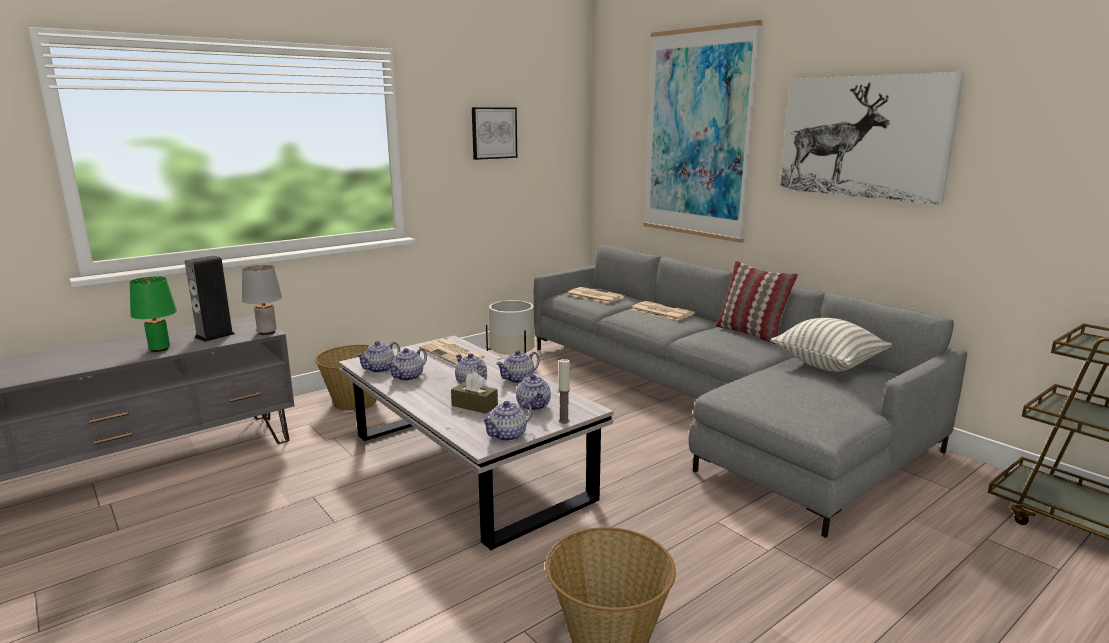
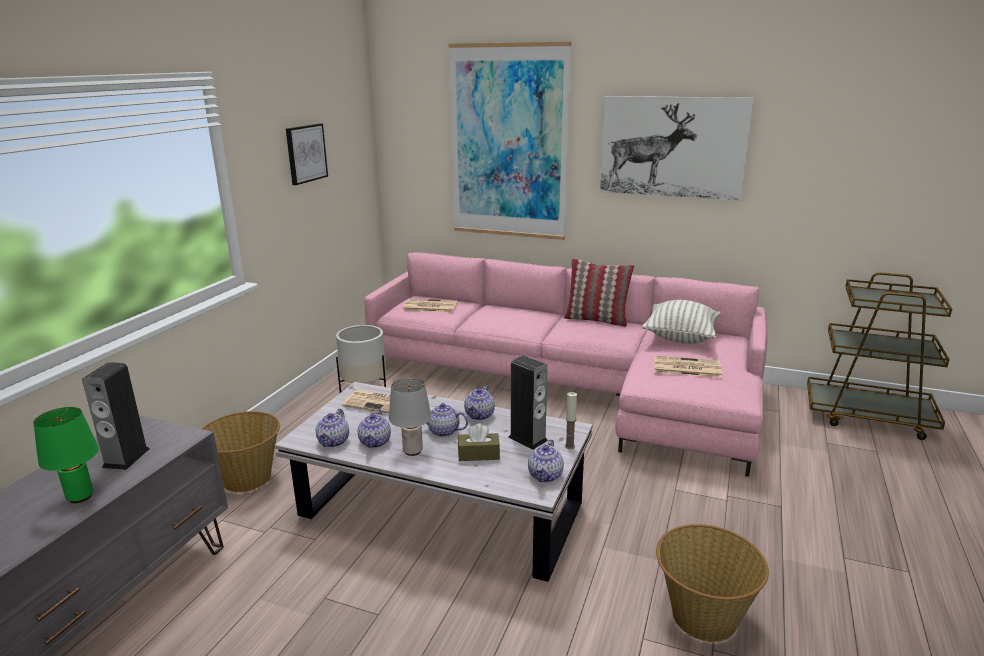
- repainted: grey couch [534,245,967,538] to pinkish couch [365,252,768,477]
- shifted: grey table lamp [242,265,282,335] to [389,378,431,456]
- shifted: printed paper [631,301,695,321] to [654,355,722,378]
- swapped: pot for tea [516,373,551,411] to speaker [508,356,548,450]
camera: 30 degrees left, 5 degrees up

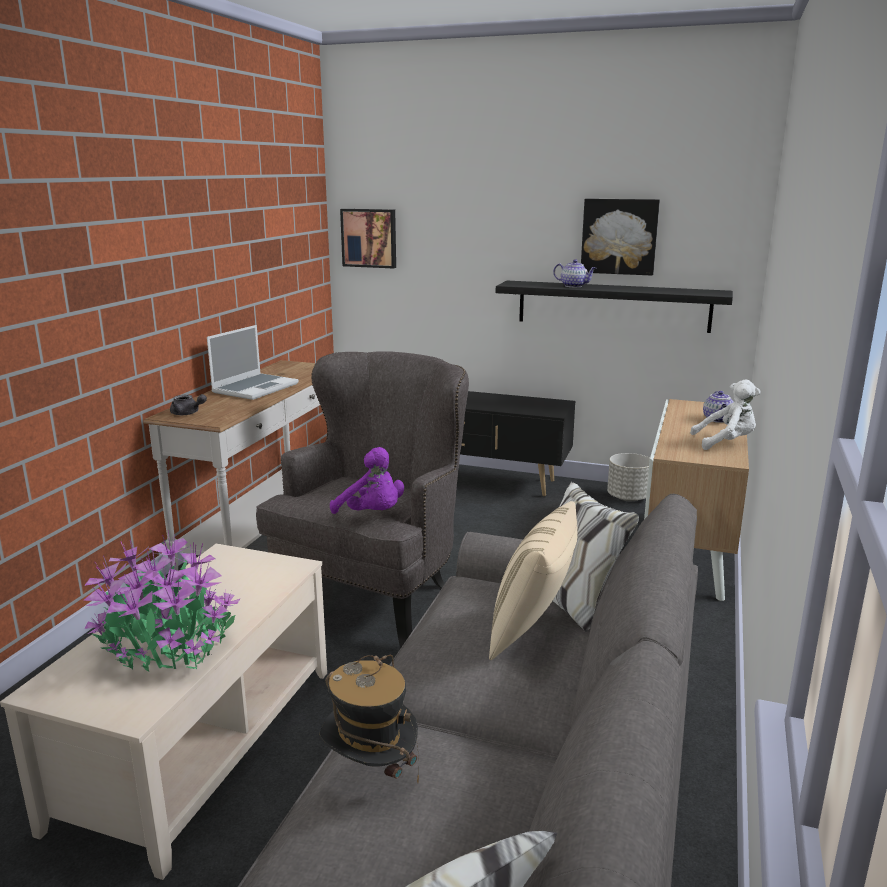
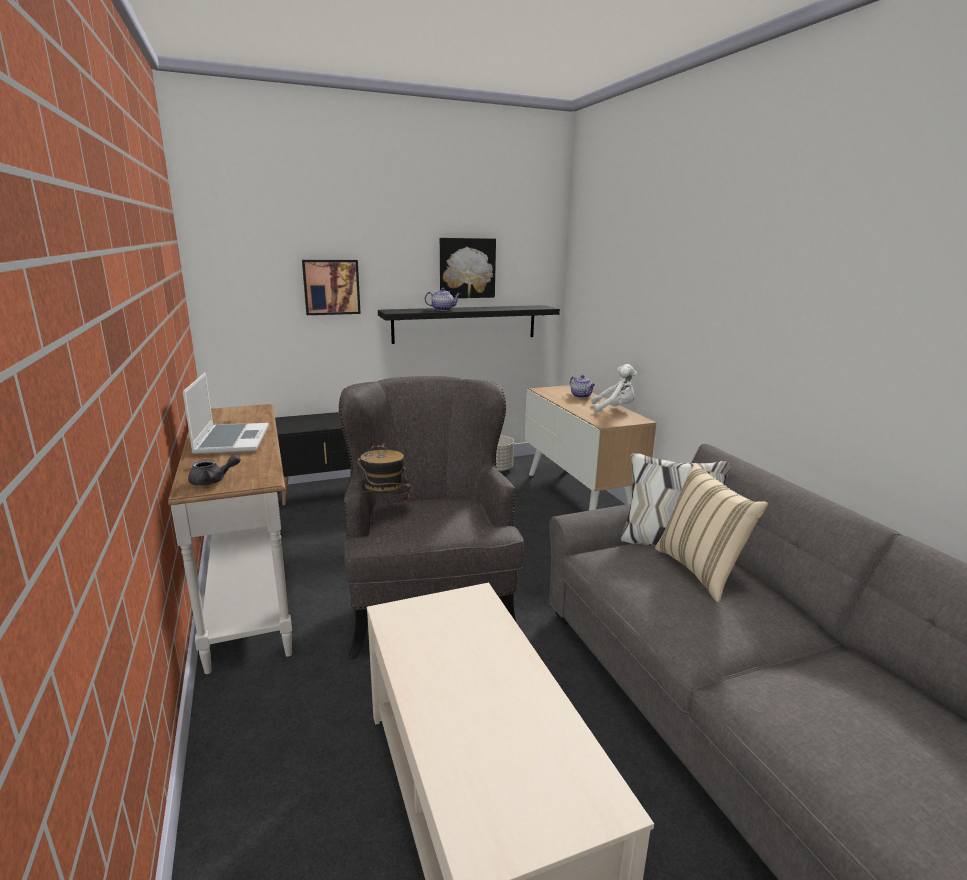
- shifted: wall art [340,209,396,268] to [302,260,361,315]
- rotated: white plush toy [690,380,761,450] = [591,364,637,413] 45 degrees clockwise
- gone: purplish plush toy [330,447,404,514]
- gone: potted plant [83,533,241,672]
- shifted: wearable hat [319,655,419,783] to [357,443,413,507]
camera: 40 degrees left, 0 degrees up

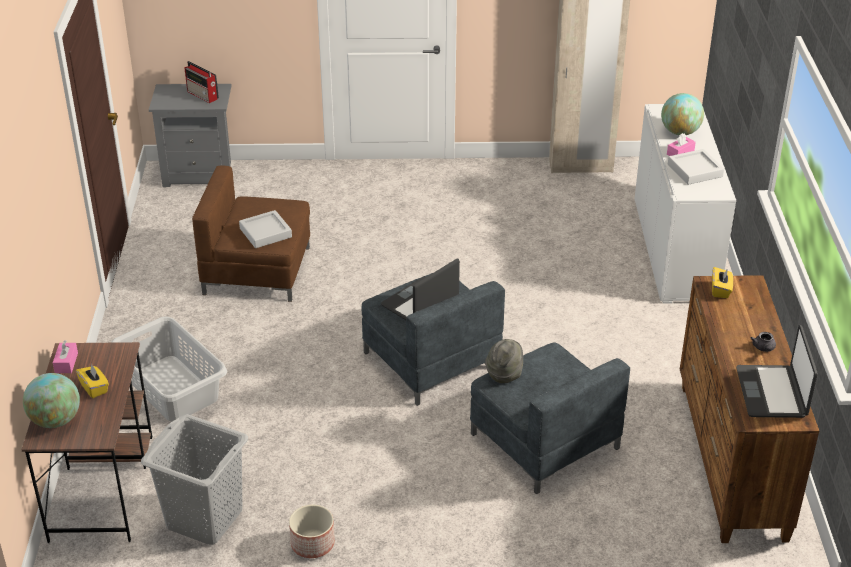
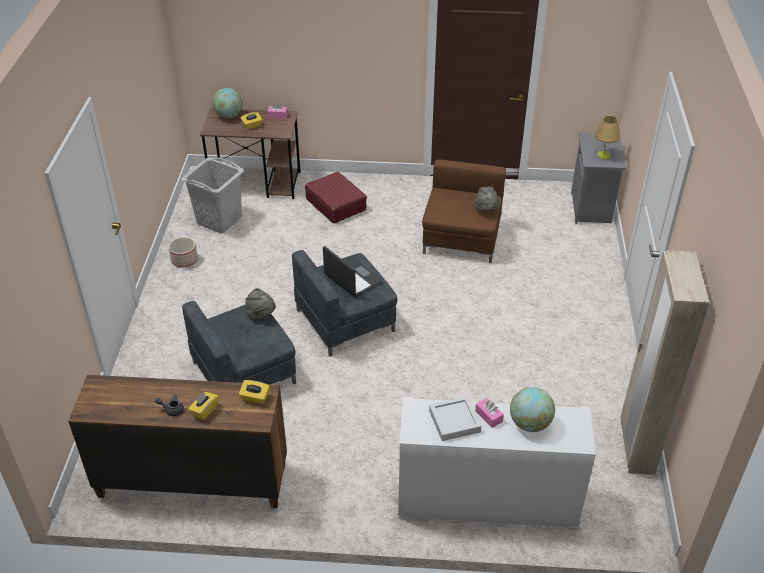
- swapped: radio receiver [185,61,219,103] to table lamp [595,116,620,159]
- gone: grey tray [239,210,292,248]
- swapped: grey laundry basket [111,317,227,422] to reddish piece of luggage [305,172,367,223]
- gone: laptop [736,325,818,418]
- new: grey wearable hat [474,186,499,210]
- new: yellow-coloured box of tissues [188,392,218,420]
camera: 95 degrees right, 5 degrees up

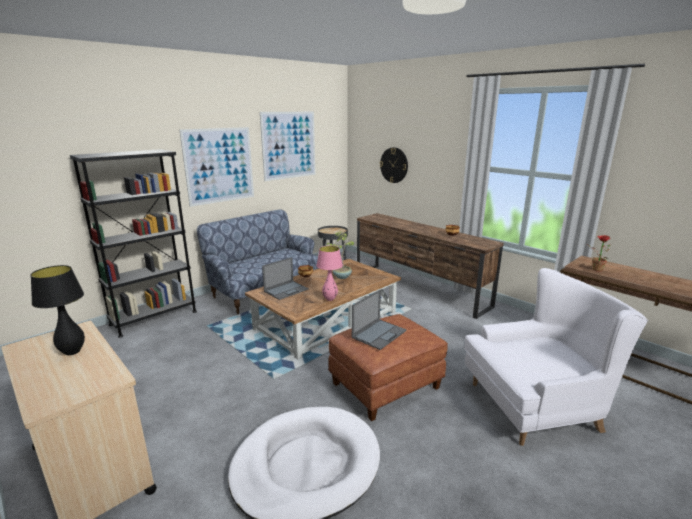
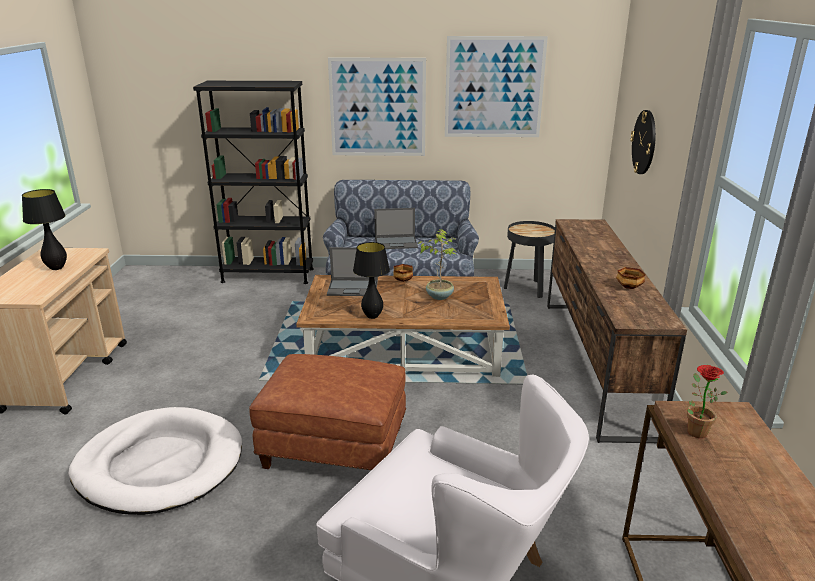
- repainted: pinkish table lamp [316,246,343,301] to black table lamp [353,242,390,319]
- shifted: laptop [352,290,407,350] to [374,208,418,249]
camera: 45 degrees right, 5 degrees up

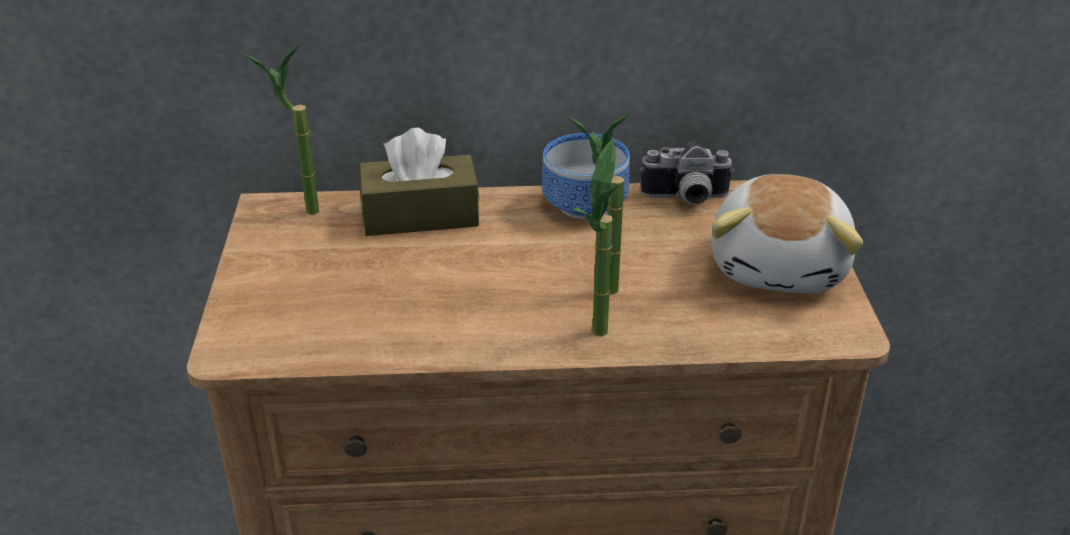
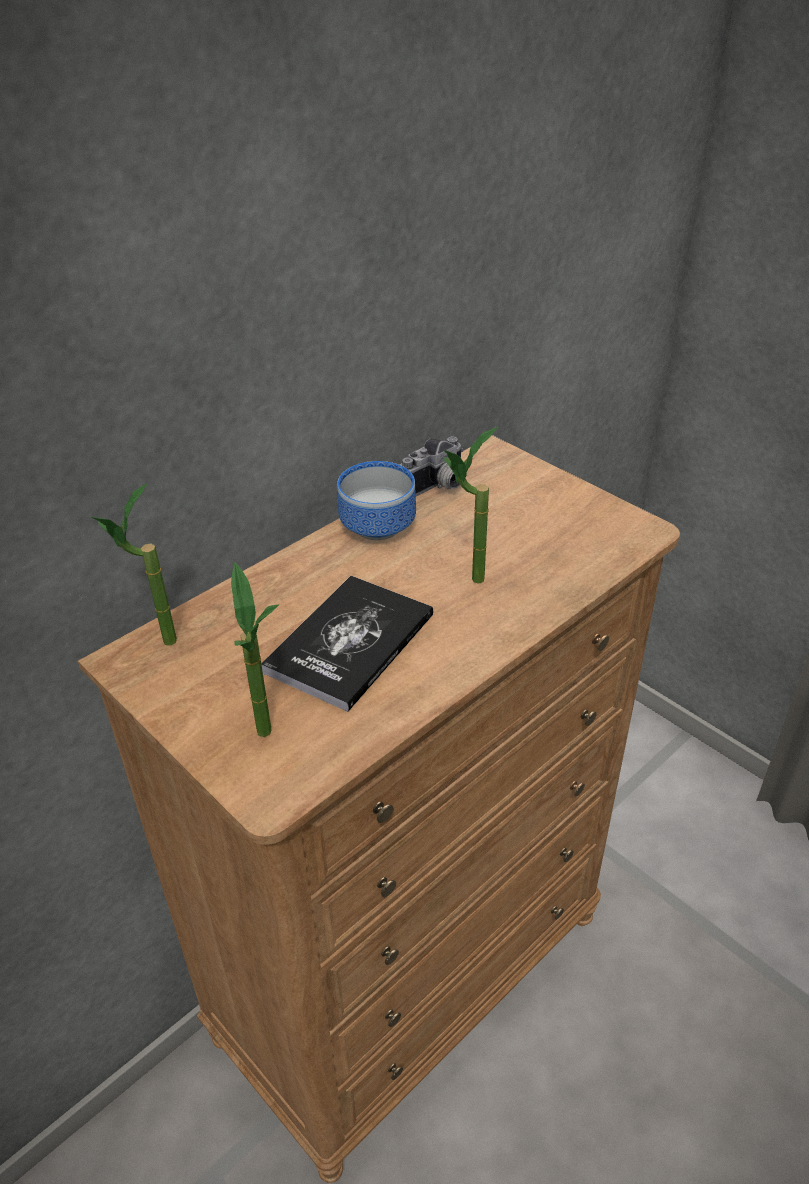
- gone: brown box of tissues [359,128,479,236]
- shifted: potted plant [572,138,619,336] to [231,562,279,737]
- gone: plush toy [712,174,863,293]
- new: book [261,576,433,712]
camera: 40 degrees left, 5 degrees up

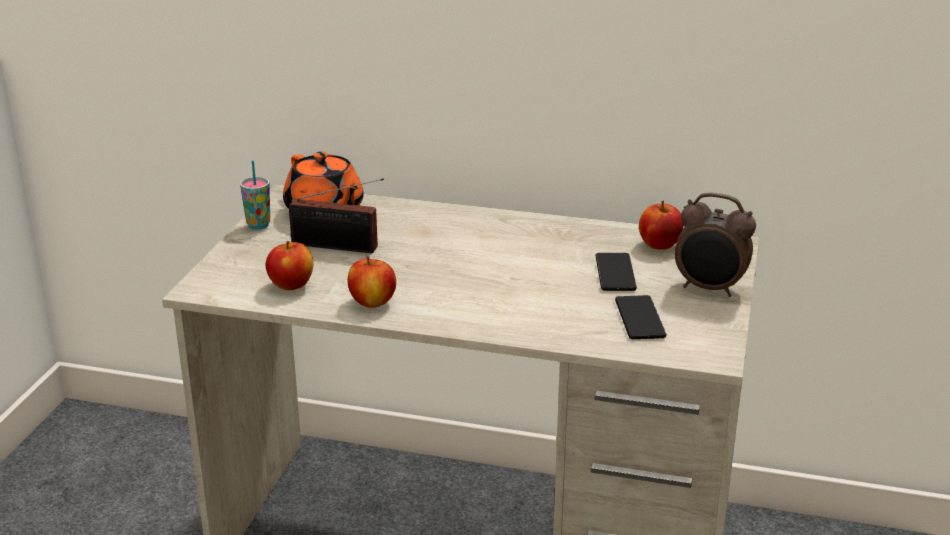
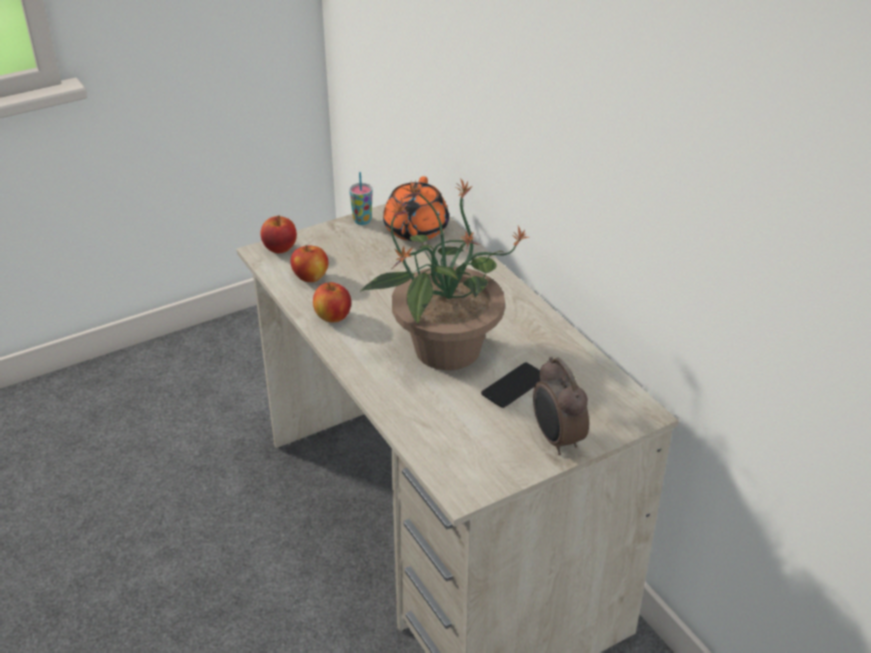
- gone: radio receiver [289,178,384,253]
- shifted: whole apple [639,200,683,250] to [261,216,297,253]
- gone: telephone [615,295,667,339]
- new: potted plant [360,178,528,370]
camera: 45 degrees right, 10 degrees up

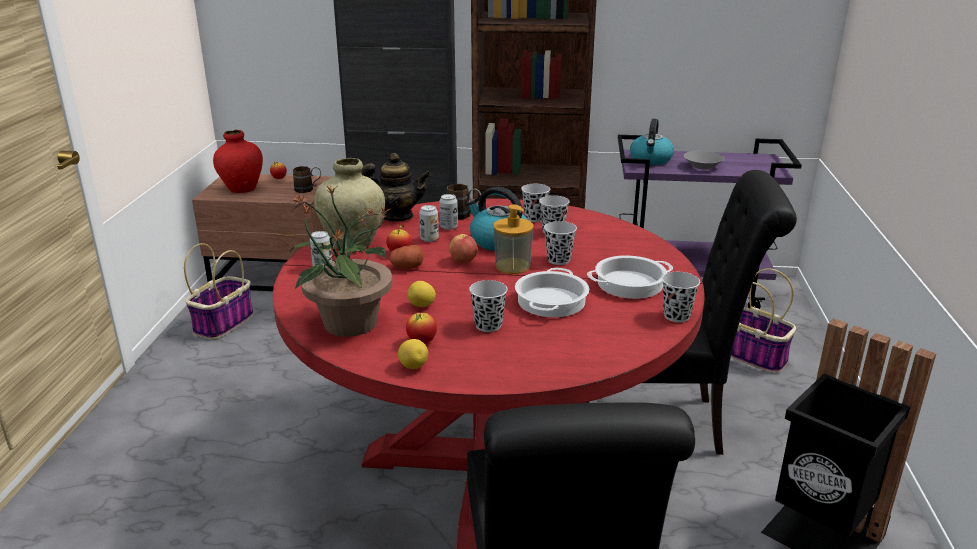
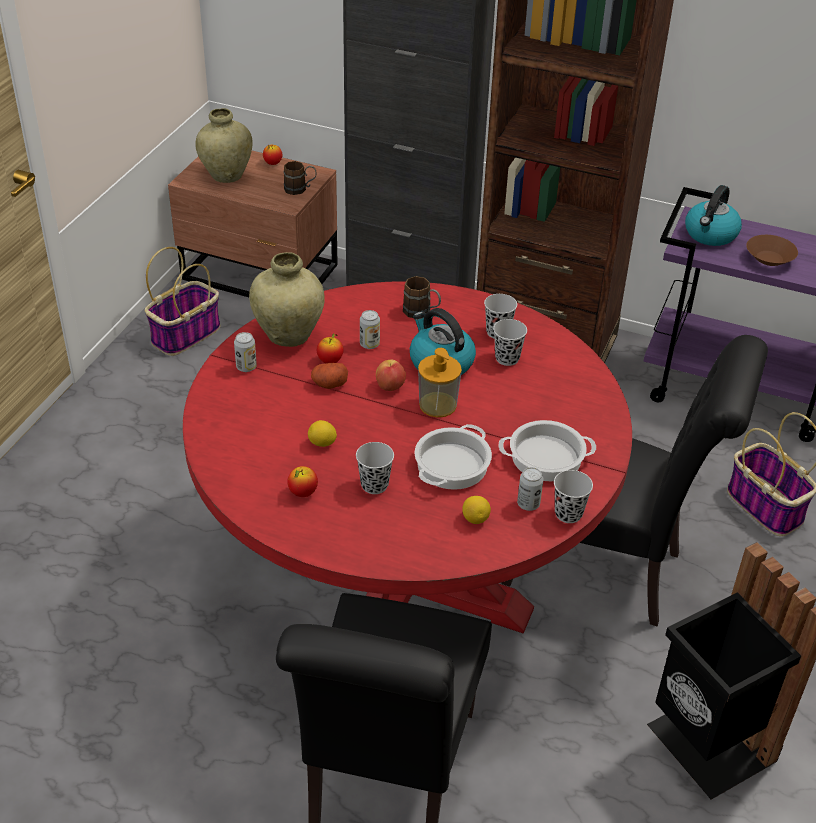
- repainted: reddish flower vase [213,130,263,193] to beige-coloured flower vase [195,108,253,183]
- repainted: grey deep dish [684,151,724,169] to brown deep dish [746,235,798,266]
- gone: pot for tea [362,153,431,221]
- gone: potted plant [290,184,393,337]
- shifted: sealed can [439,194,458,230] to [517,467,544,511]
- gone: black cup [544,221,577,265]
- shifted: citrus fruit [398,339,428,369] to [462,496,491,524]
camera: 15 degrees right, 15 degrees up

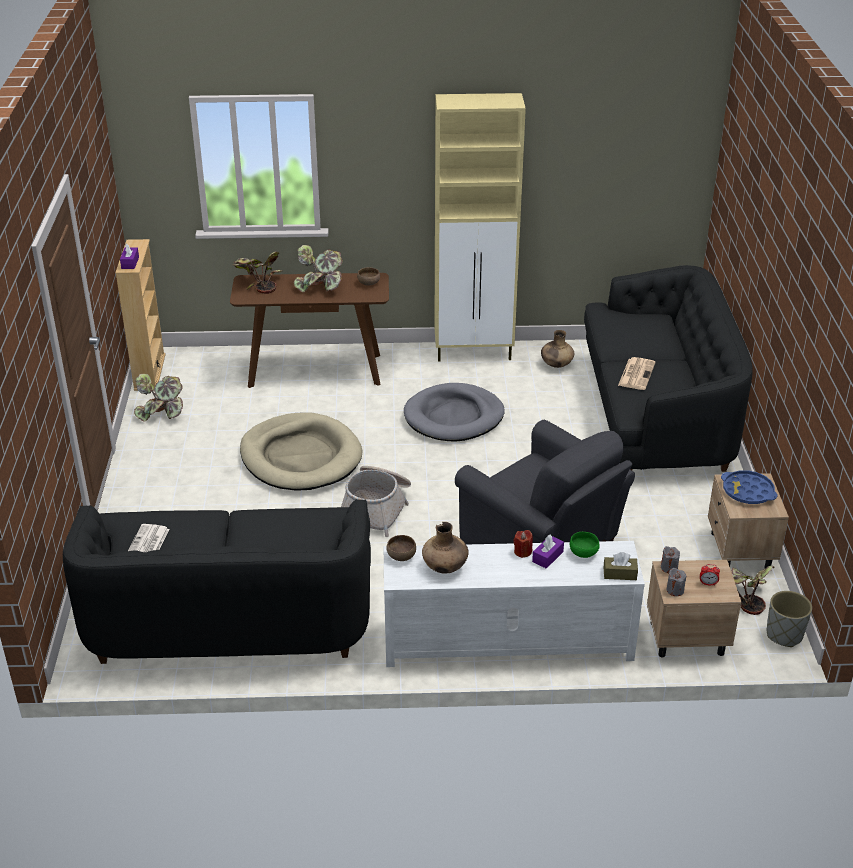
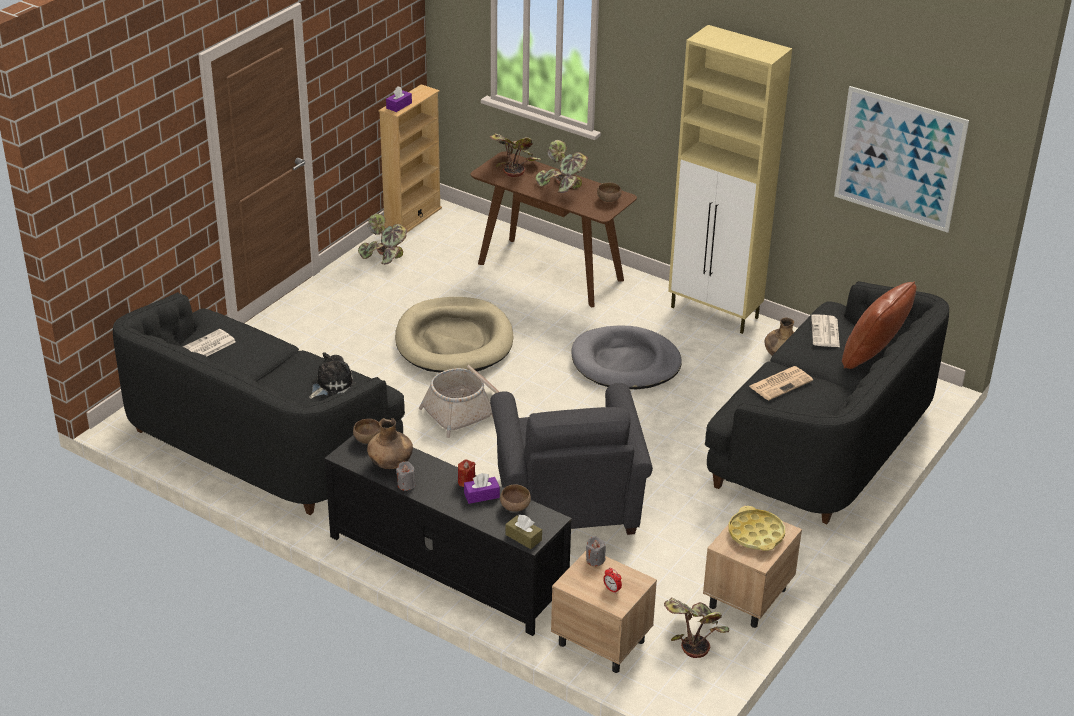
- repainted: bluish tray [721,470,778,504] to yellow-coloured tray [729,506,785,551]
- repainted: green-coloured deep dish [570,532,600,558] to brown deep dish [500,485,531,512]
- repainted: white tv stand [384,541,645,667] to black tv stand [324,435,572,636]
- shifted: grey candle [666,568,686,596] to [396,461,415,491]
- gone: grey flower pot [767,591,812,647]
- new: wall art [834,86,969,233]
- new: brown throw pillow [842,282,916,369]
- new: printed paper [811,314,840,347]
- new: plush toy [309,352,356,399]
camera: 35 degrees right, 0 degrees up

